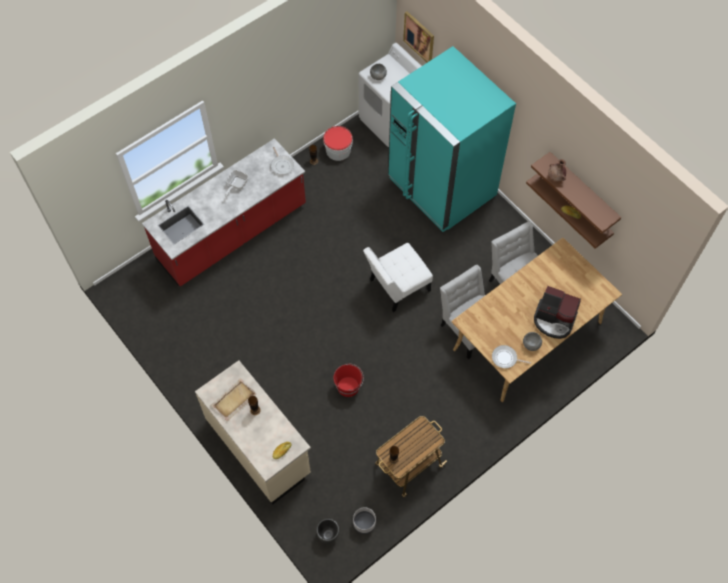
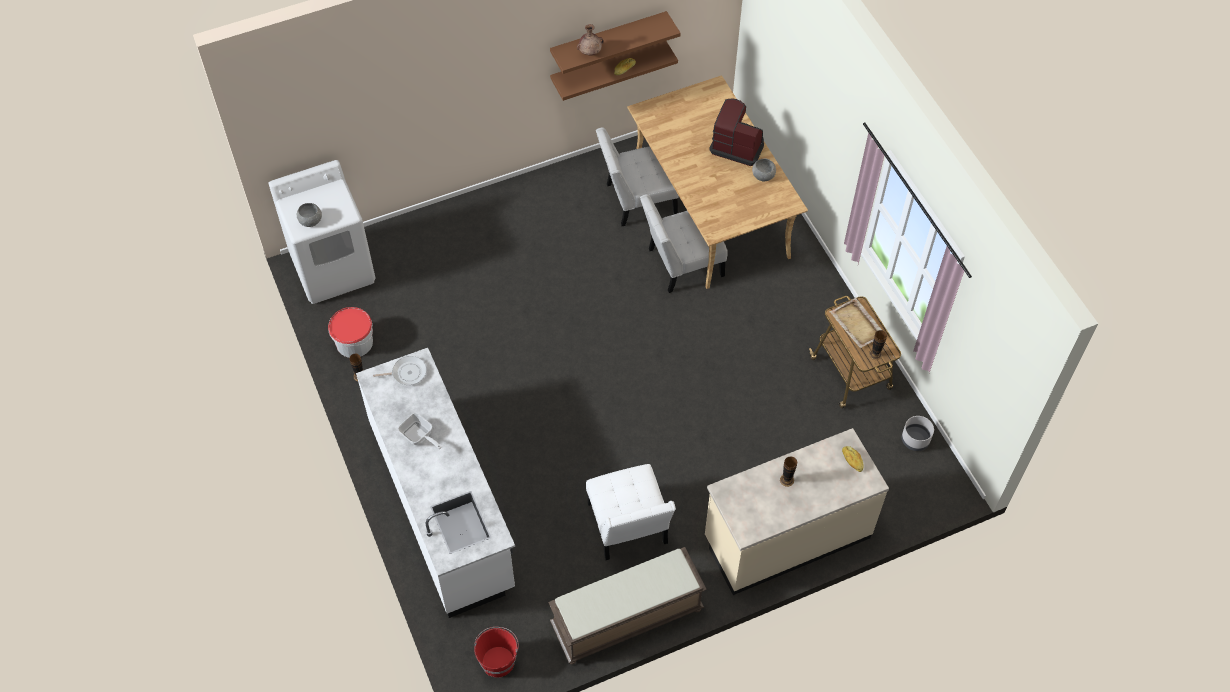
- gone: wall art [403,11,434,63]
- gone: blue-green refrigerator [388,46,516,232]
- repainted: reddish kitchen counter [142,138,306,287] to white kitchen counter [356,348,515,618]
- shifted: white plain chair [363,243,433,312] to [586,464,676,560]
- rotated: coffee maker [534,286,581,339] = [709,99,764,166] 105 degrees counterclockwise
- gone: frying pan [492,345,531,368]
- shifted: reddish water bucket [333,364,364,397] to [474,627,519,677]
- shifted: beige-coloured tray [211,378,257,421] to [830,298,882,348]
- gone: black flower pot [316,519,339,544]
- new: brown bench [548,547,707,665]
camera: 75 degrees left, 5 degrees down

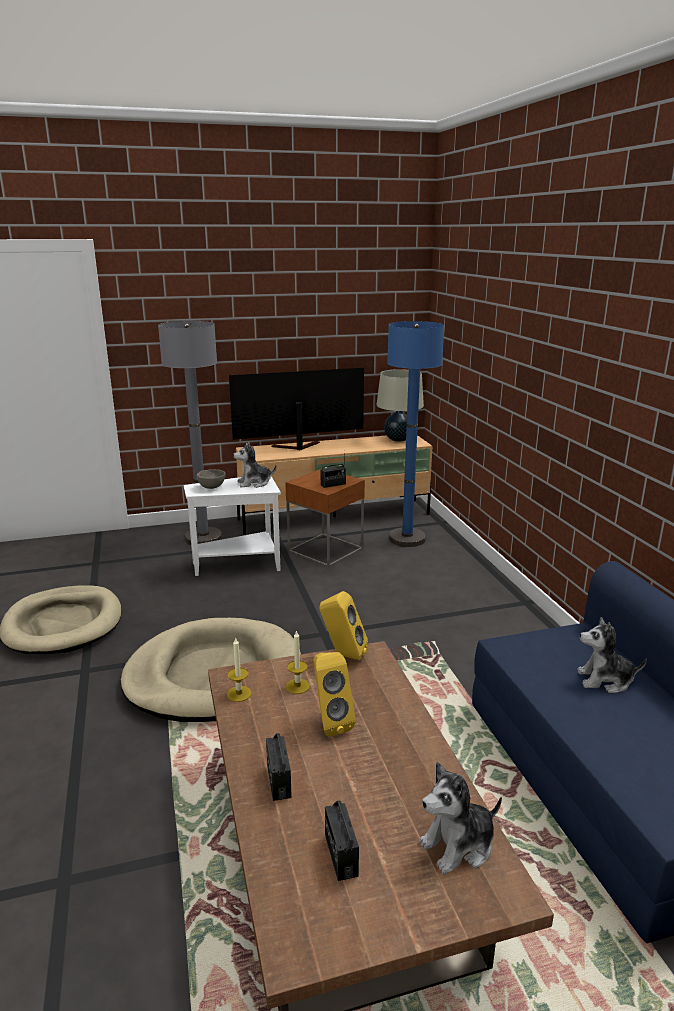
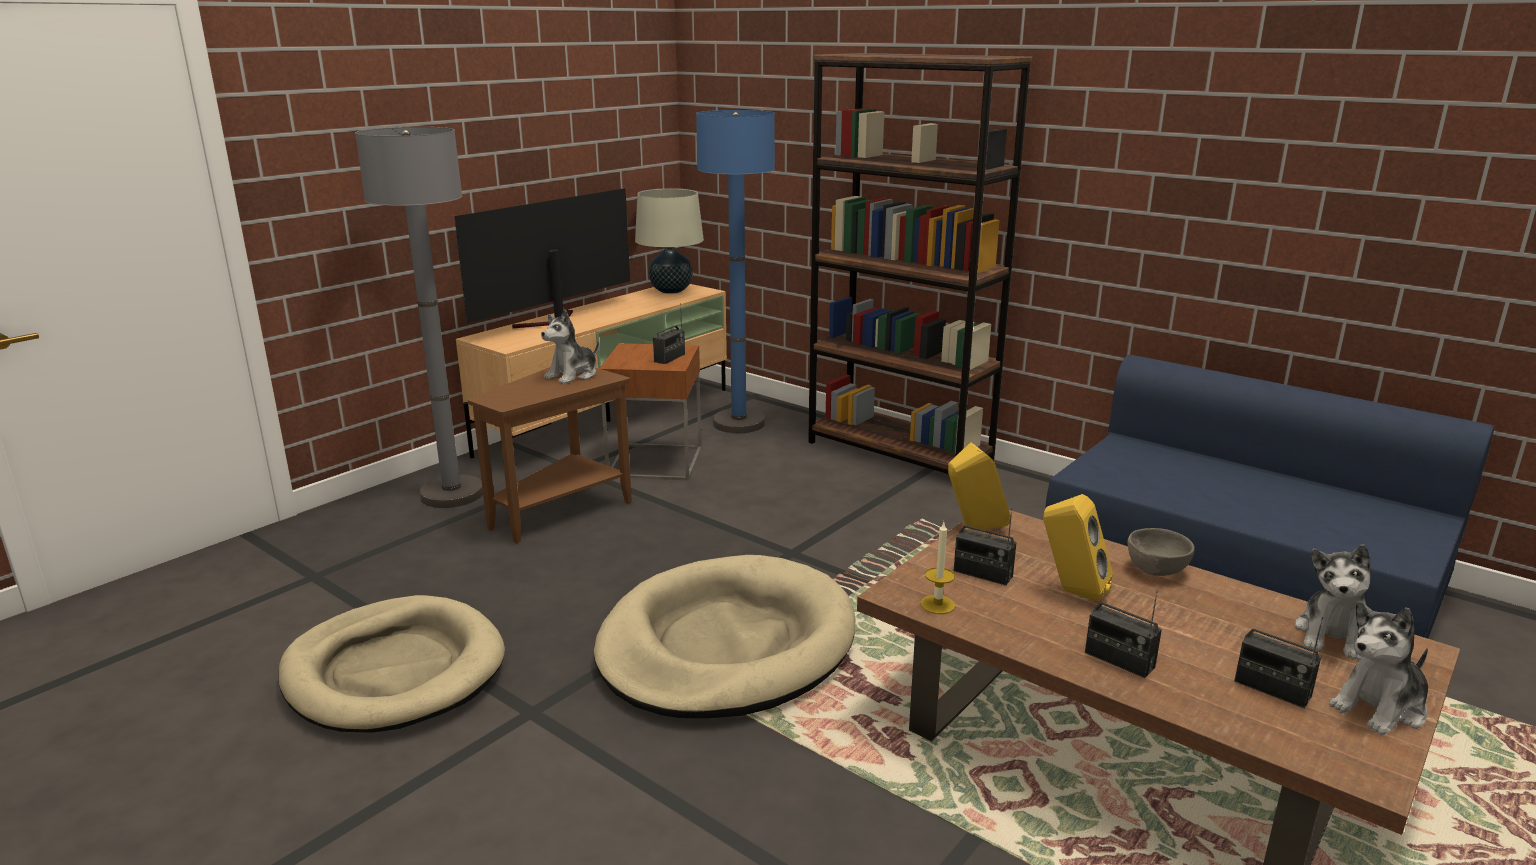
- shifted: grey deep dish [196,469,225,489] to [1128,528,1195,576]
- repainted: white accent table [184,476,281,576] to brown accent table [468,367,632,544]
- shifted: plush toy [577,617,647,693] to [1329,601,1428,735]
- swapped: candle [286,630,310,694] to radio receiver [954,508,1016,585]
- new: brown bookcase [808,53,1032,474]
camera: 35 degrees left, 0 degrees up

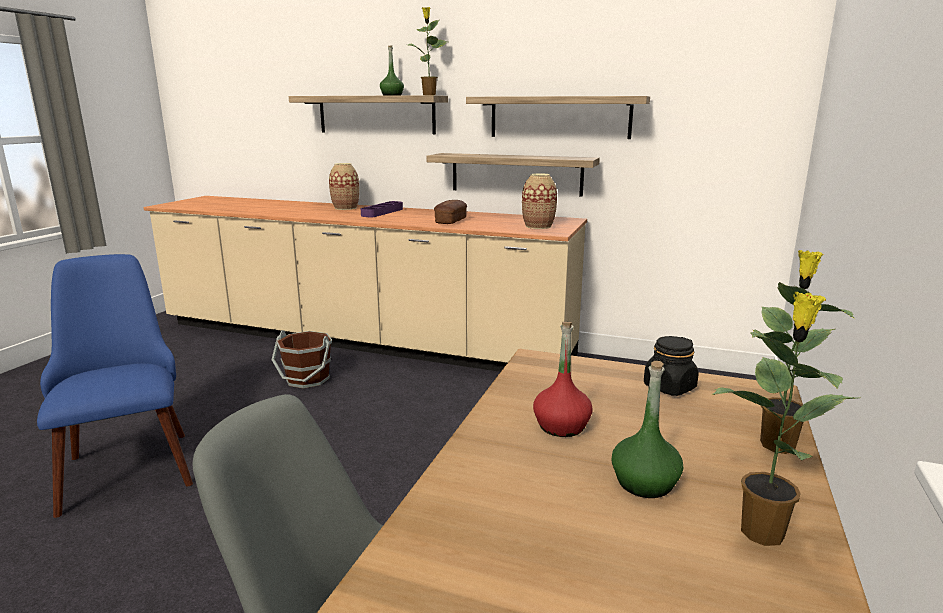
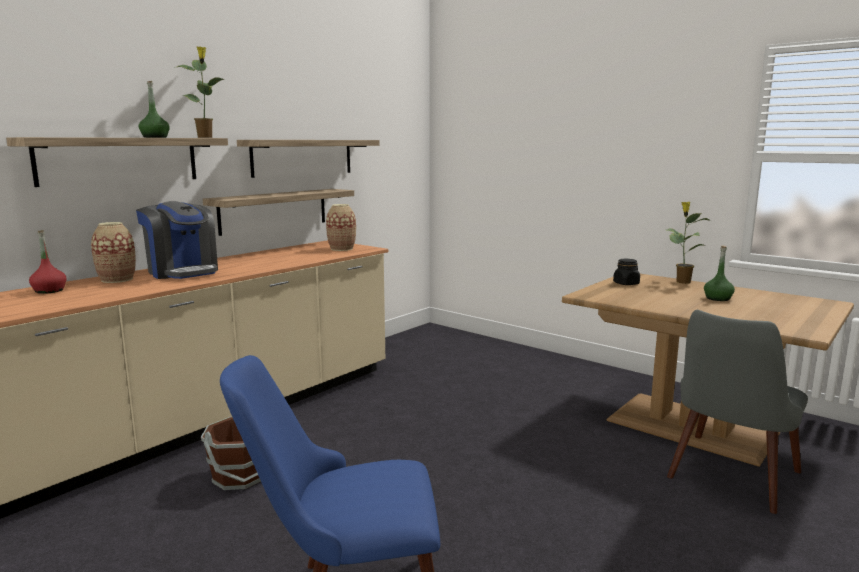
- gone: bread [434,200,467,224]
- swapped: purplish tray [361,201,403,218] to coffee maker [136,201,218,279]
- gone: potted plant [712,292,859,546]
- shifted: reddish beverage bottle [533,322,593,437] to [29,230,67,294]
camera: 70 degrees left, 5 degrees down

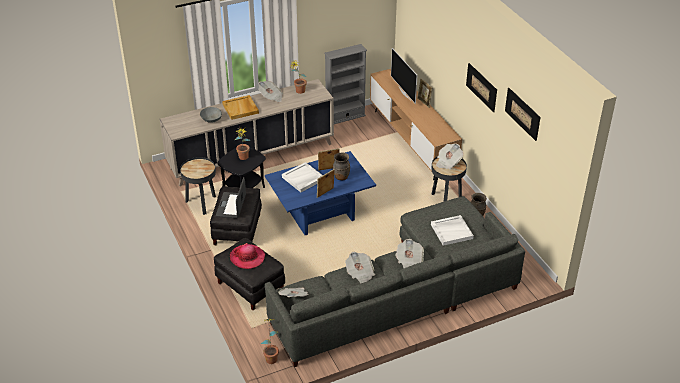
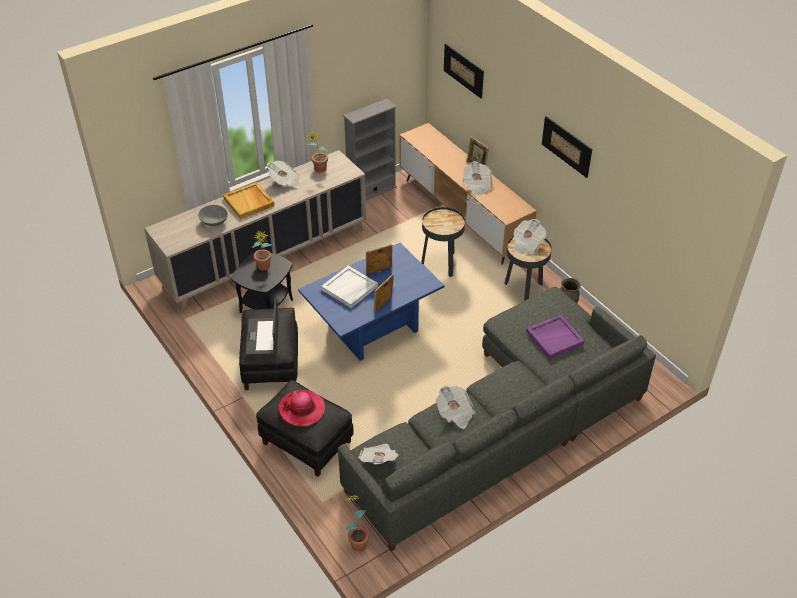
- gone: TV [391,48,418,104]
- shifted: wall art [505,88,540,141] to [444,44,484,98]
- gone: brown flower vase [333,152,350,180]
- shifted: black accent table [180,157,216,215] to [421,207,465,277]
- repainted: white tray [431,215,474,246] to purplish tray [526,315,585,359]
- shifted: printed paper [395,239,424,268] to [463,161,493,197]
camera: 10 degrees left, 5 degrees up

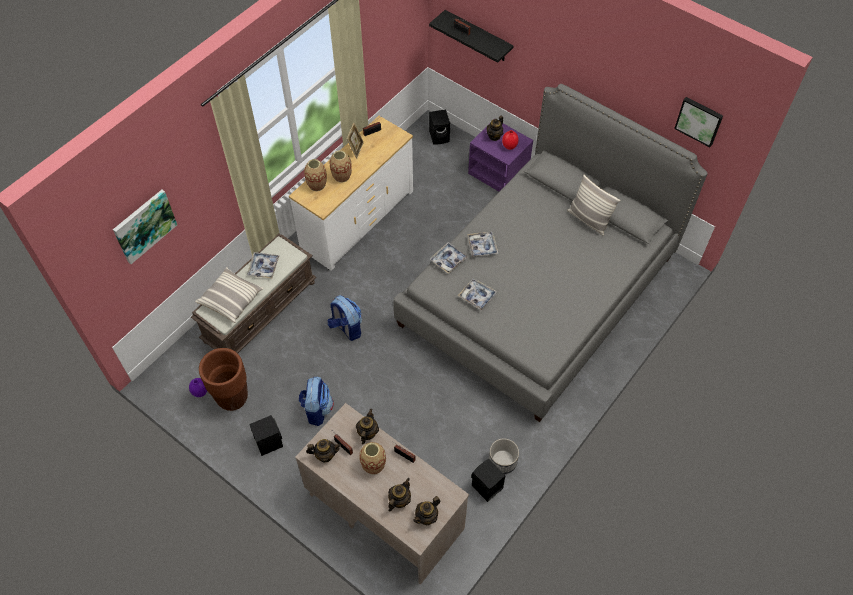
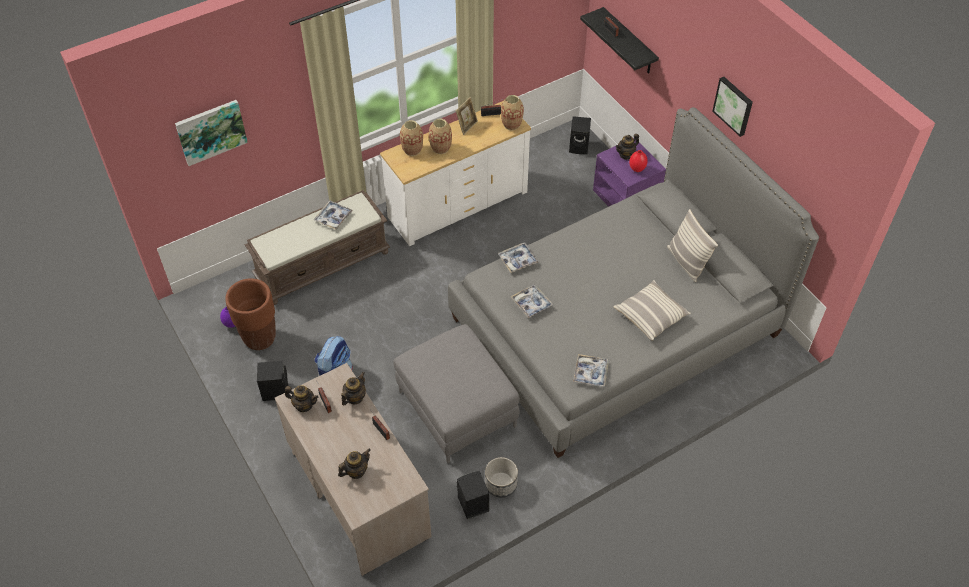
- shifted: wall art [674,97,723,147] to [712,77,753,137]
- shifted: tray [467,231,498,257] to [573,354,609,387]
- shifted: throw pillow [195,267,263,323] to [614,280,691,341]
- gone: knapsack [327,295,362,341]
- shifted: flower vase [359,442,386,475] to [501,95,524,130]
- gone: pot for tea [413,496,440,525]
- new: grey ottoman [393,324,520,463]
camera: 20 degrees right, 5 degrees down

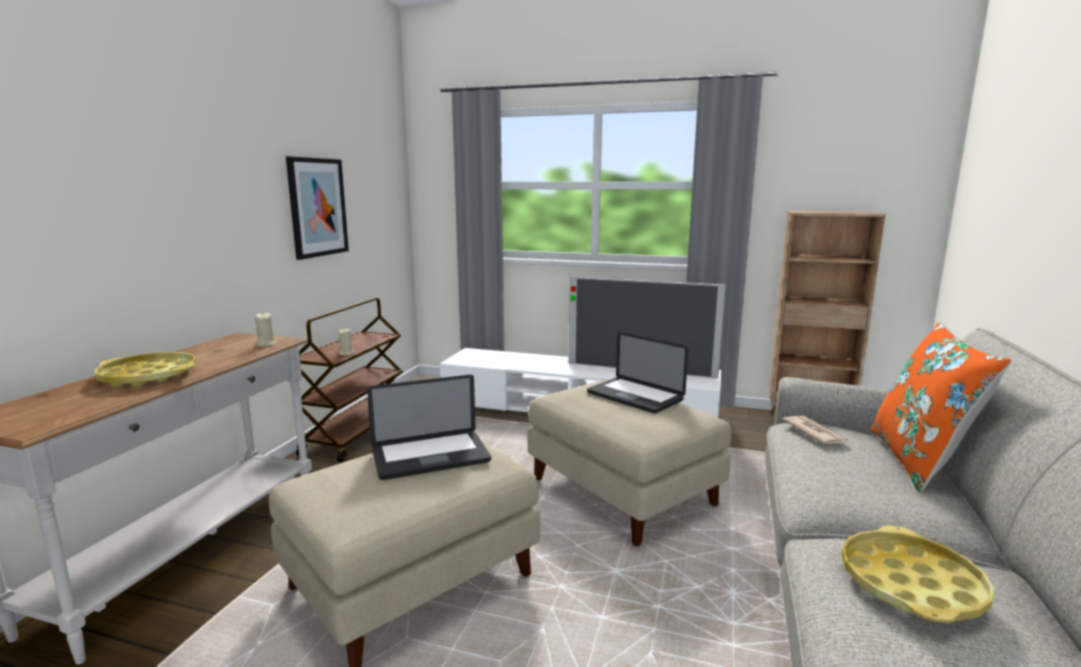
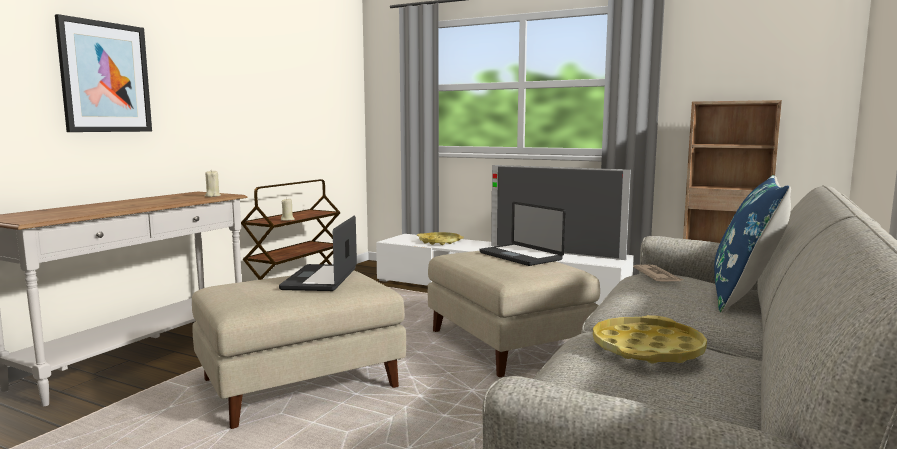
- shifted: wall art [286,156,349,260] to [55,14,152,132]
- repainted: orangey throw pillow [871,322,1012,492] to bluish throw pillow [714,175,791,313]
- shifted: yellow-coloured tray [95,352,196,386] to [417,232,464,245]
- rotated: laptop [367,375,491,480] = [279,215,357,291] 105 degrees clockwise
camera: 10 degrees right, 5 degrees down

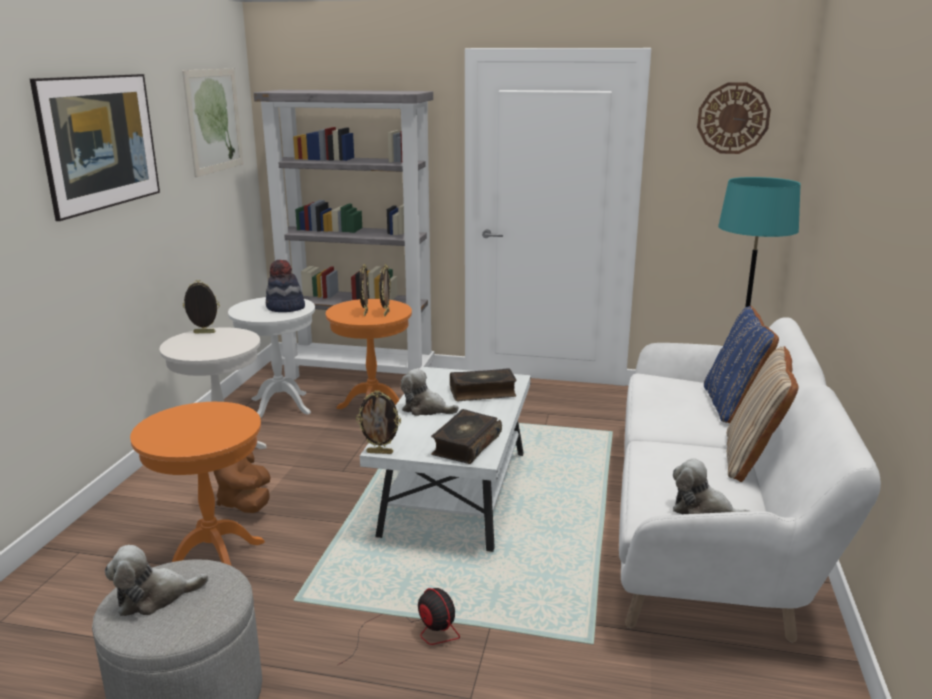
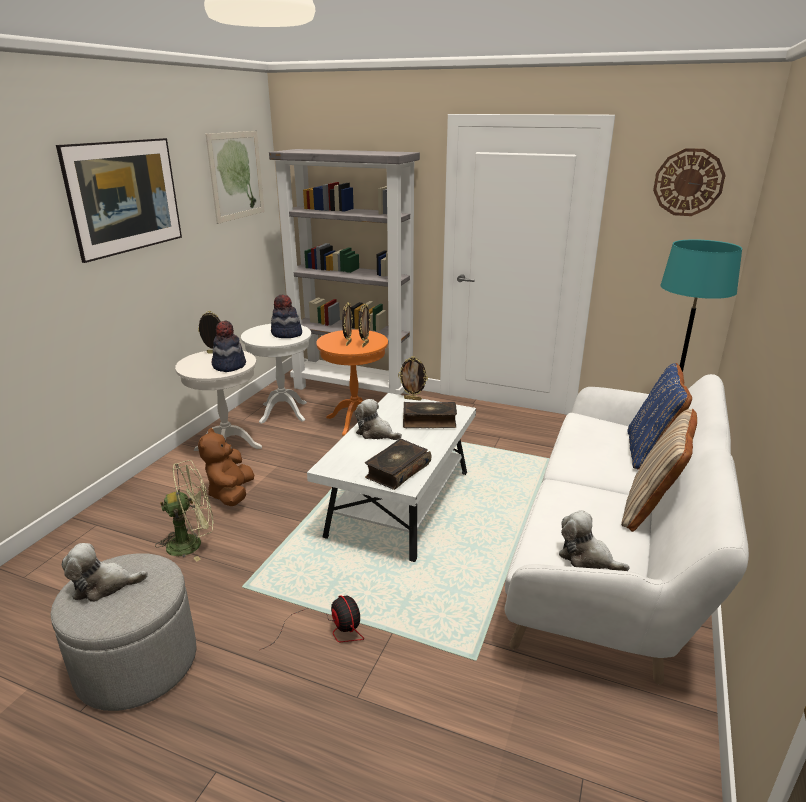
- shifted: picture frame [356,390,401,454] to [398,356,428,401]
- swapped: orangey accent table [130,402,265,565] to green-coloured cooling fan [155,460,214,562]
- new: wearable hat [212,320,246,372]
camera: 10 degrees right, 5 degrees up

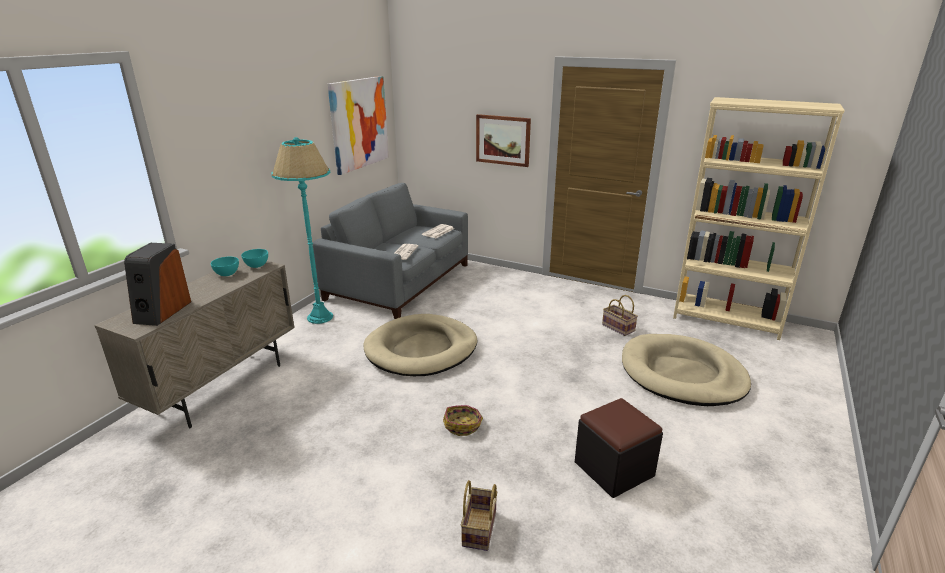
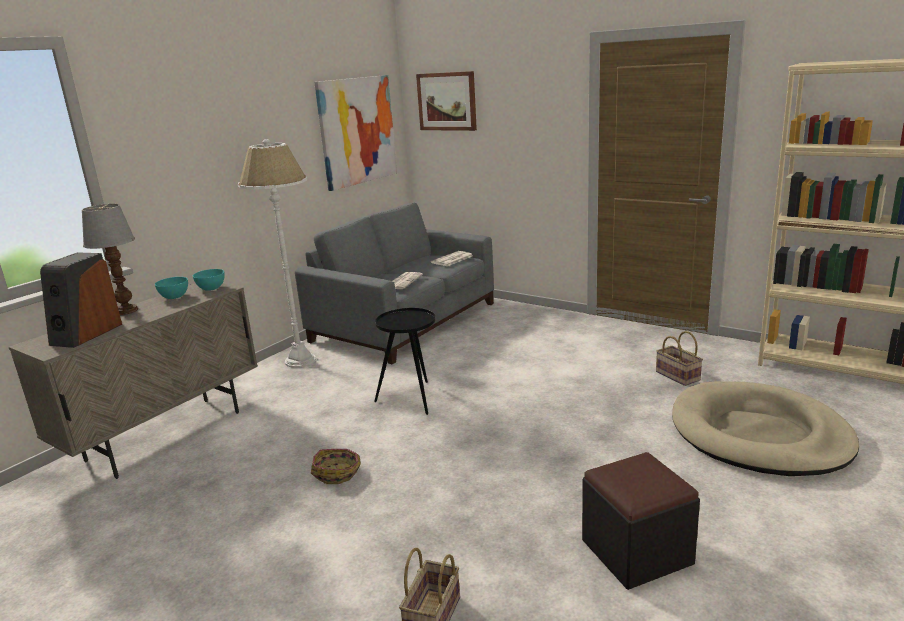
- shifted: wall art [476,114,531,167] to [416,71,477,131]
- repainted: blue-green standing lamp [271,137,333,324] to white standing lamp [238,139,316,368]
- swapped: beige-coloured dog bed [364,314,477,376] to black accent table [374,308,435,415]
- shifted: household basket [443,405,483,436] to [311,449,361,484]
- new: table lamp [82,204,138,315]
camera: 10 degrees right, 5 degrees down

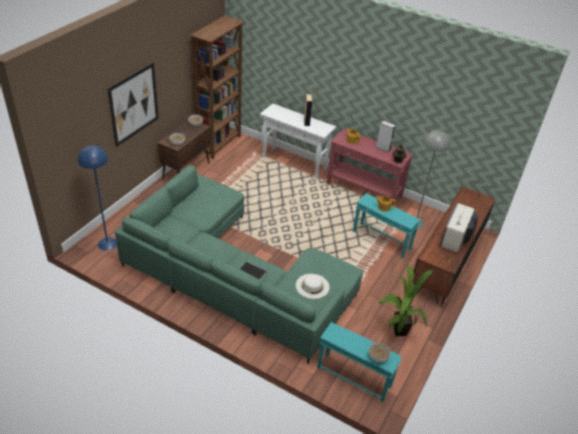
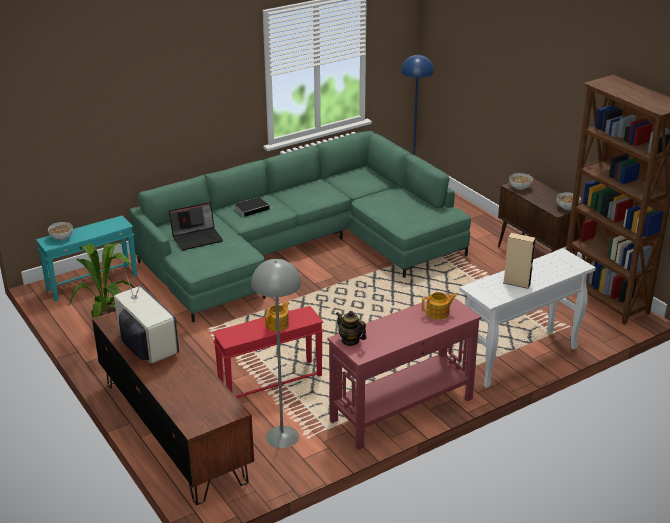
- gone: wall art [107,62,159,147]
- gone: grey speaker [376,121,396,153]
- repainted: blue-green accent table [353,193,420,258] to reddish accent table [213,306,324,398]
- swapped: white wearable hat [296,274,330,299] to laptop [169,202,223,250]
camera: 120 degrees right, 10 degrees down

